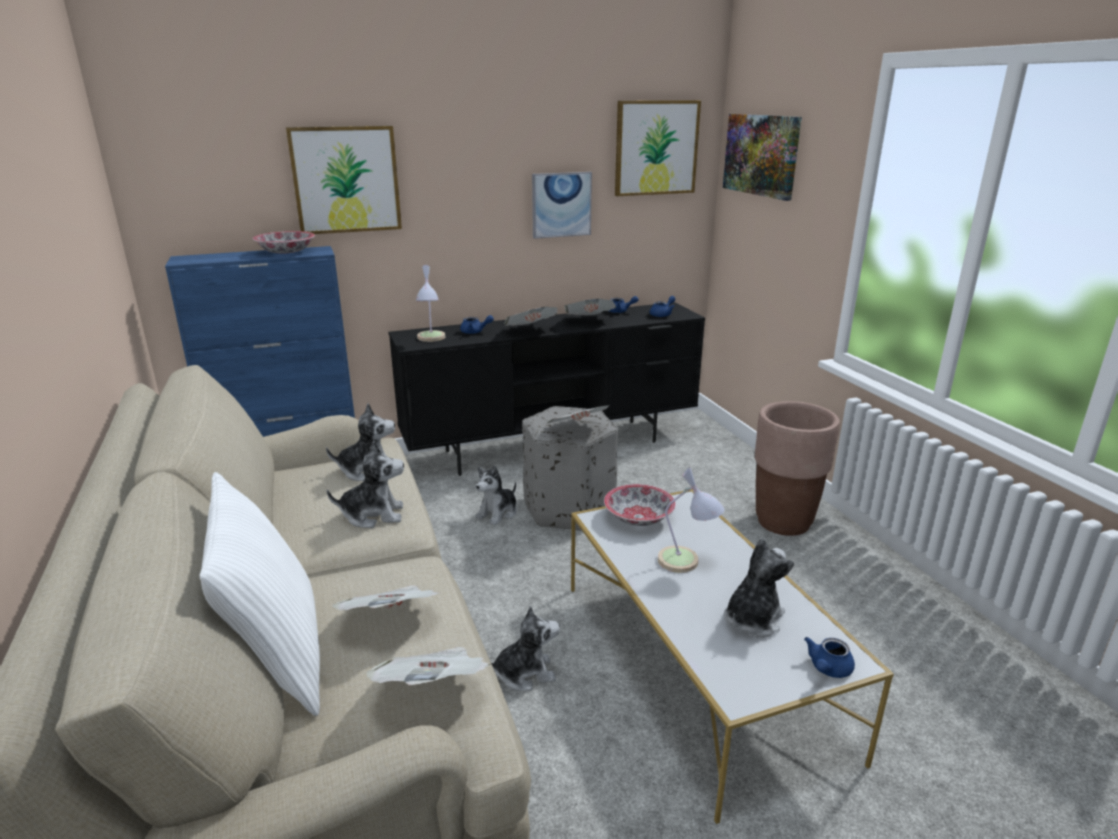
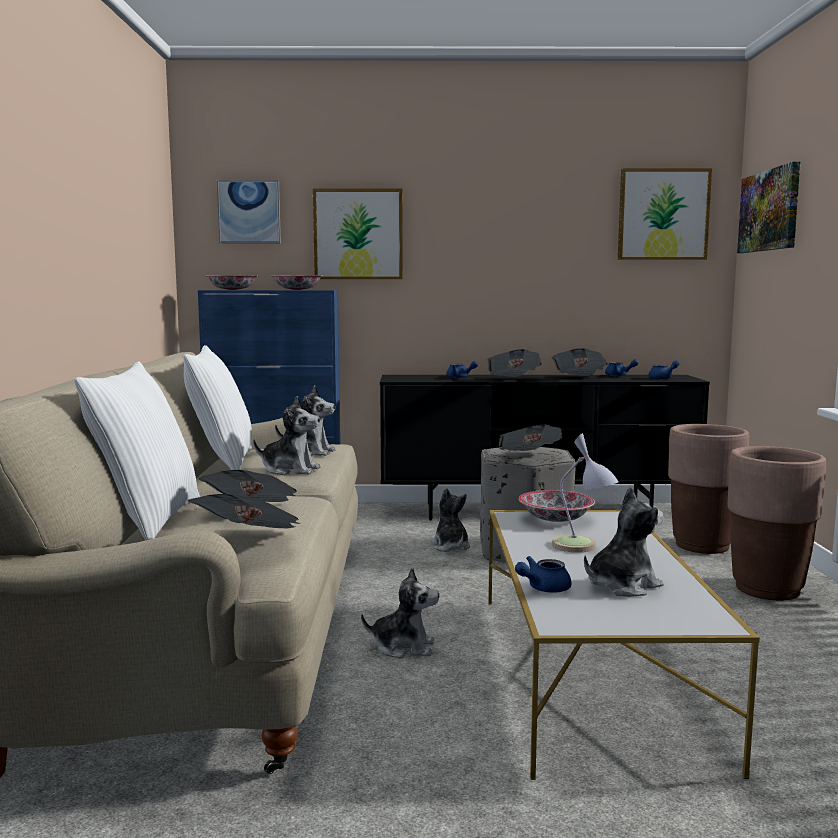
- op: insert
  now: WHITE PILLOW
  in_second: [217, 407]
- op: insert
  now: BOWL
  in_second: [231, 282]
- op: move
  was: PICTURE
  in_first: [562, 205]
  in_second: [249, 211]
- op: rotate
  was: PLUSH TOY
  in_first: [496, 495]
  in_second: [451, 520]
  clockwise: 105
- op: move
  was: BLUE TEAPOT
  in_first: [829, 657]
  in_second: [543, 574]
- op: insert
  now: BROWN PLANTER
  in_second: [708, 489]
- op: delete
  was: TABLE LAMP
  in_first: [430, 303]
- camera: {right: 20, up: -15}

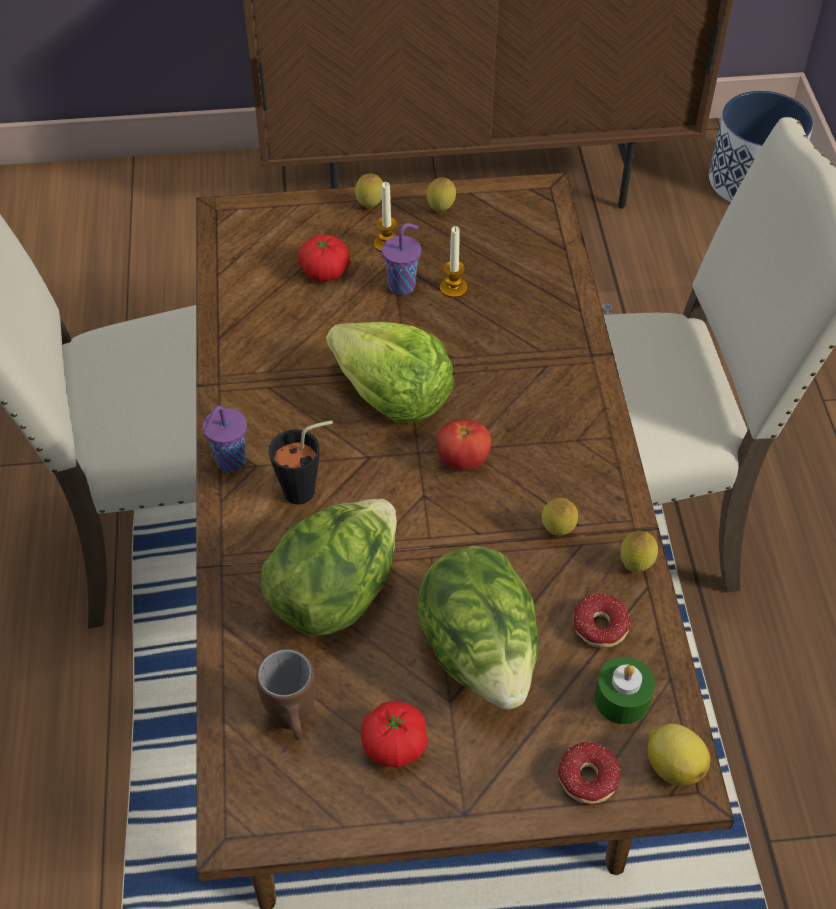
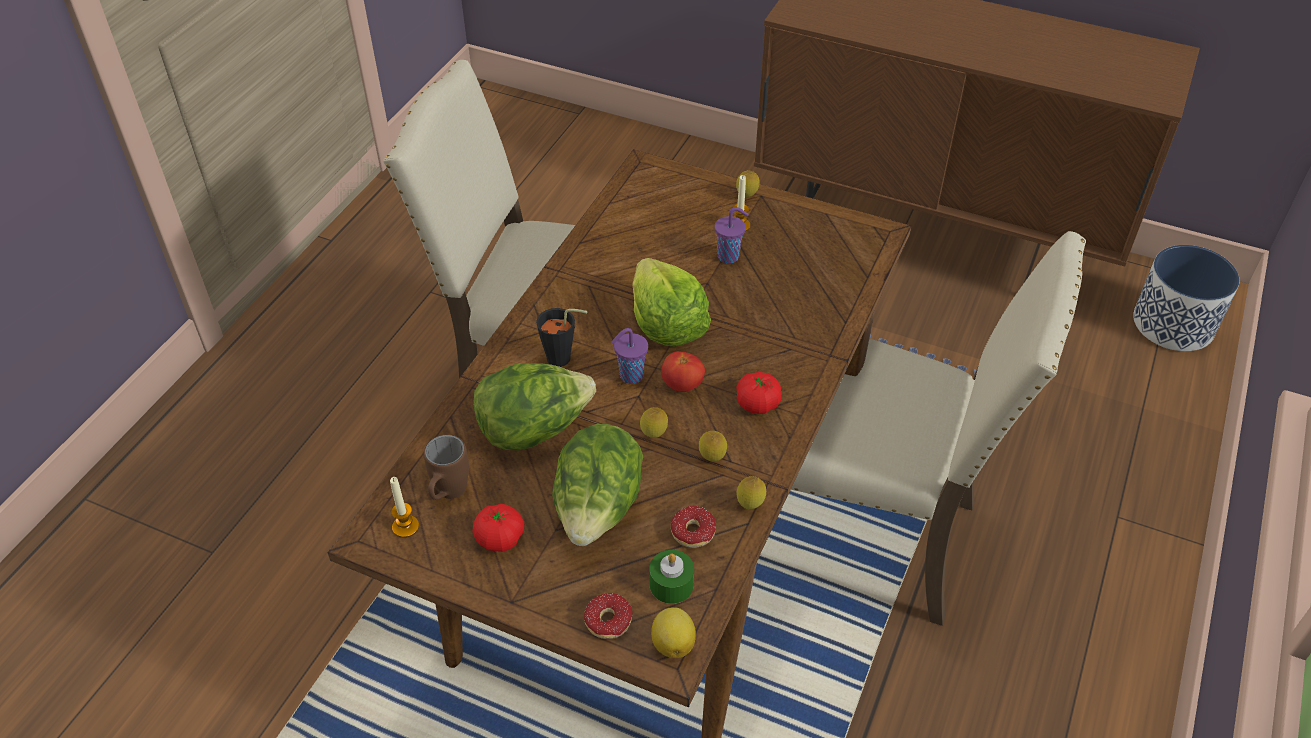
- op: move
  was: CANDLE
  in_first: [453, 262]
  in_second: [404, 507]
- op: move
  was: PURPLE CUP
  in_first: [224, 438]
  in_second: [629, 356]
- op: move
  was: LEMON
  in_first: [441, 194]
  in_second: [654, 422]
- op: move
  was: TOMATO
  in_first: [324, 258]
  in_second: [759, 393]
- camera: {right: 30, up: -5}

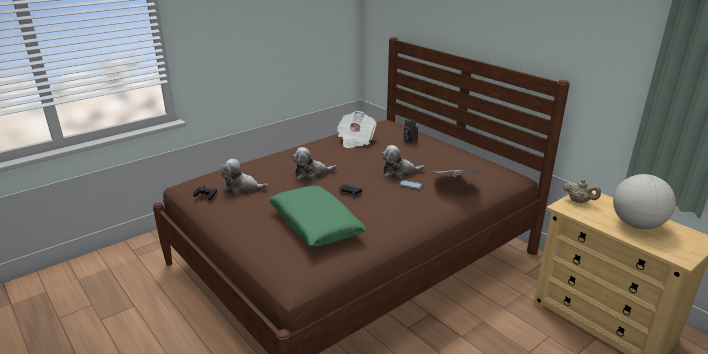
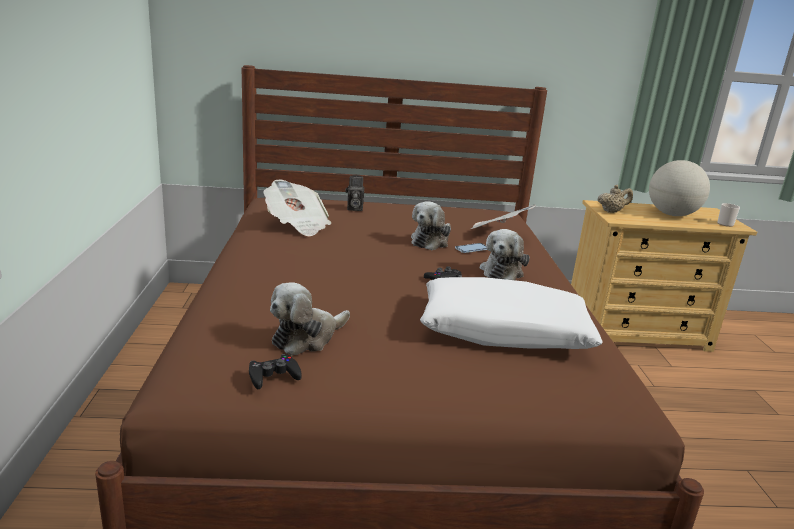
- op: recolor
  was: GREEN PILLOW
  now: WHITE PILLOW
  in_first: [318, 216]
  in_second: [511, 313]
- op: move
  was: PLUSH TOY
  in_first: [314, 163]
  in_second: [505, 254]
- op: insert
  now: MUG
  in_second: [728, 215]
- camera: {right: -55, up: -5}

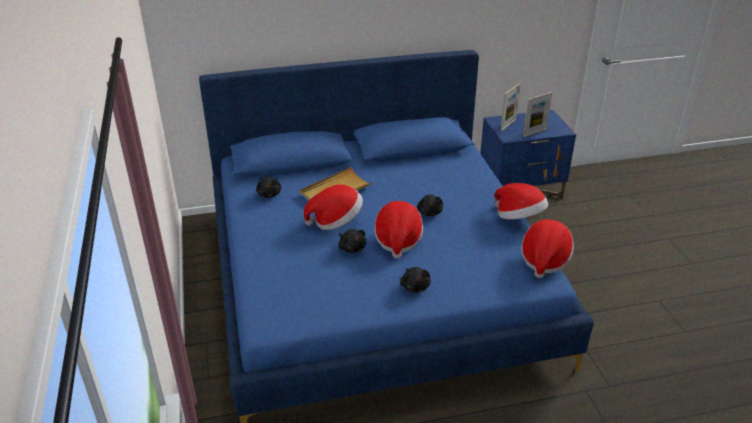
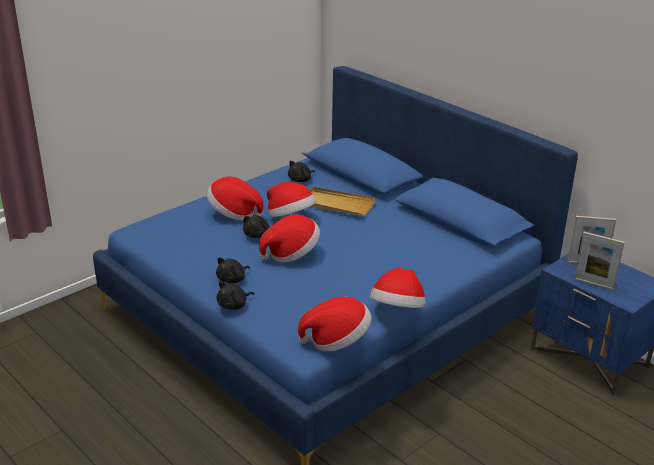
- op: insert
  now: HAT
  in_second: [235, 198]
- op: move
  was: BLACK PLUSH TOY
  in_first: [430, 205]
  in_second: [235, 296]
- camera: {right: 60, up: -5}

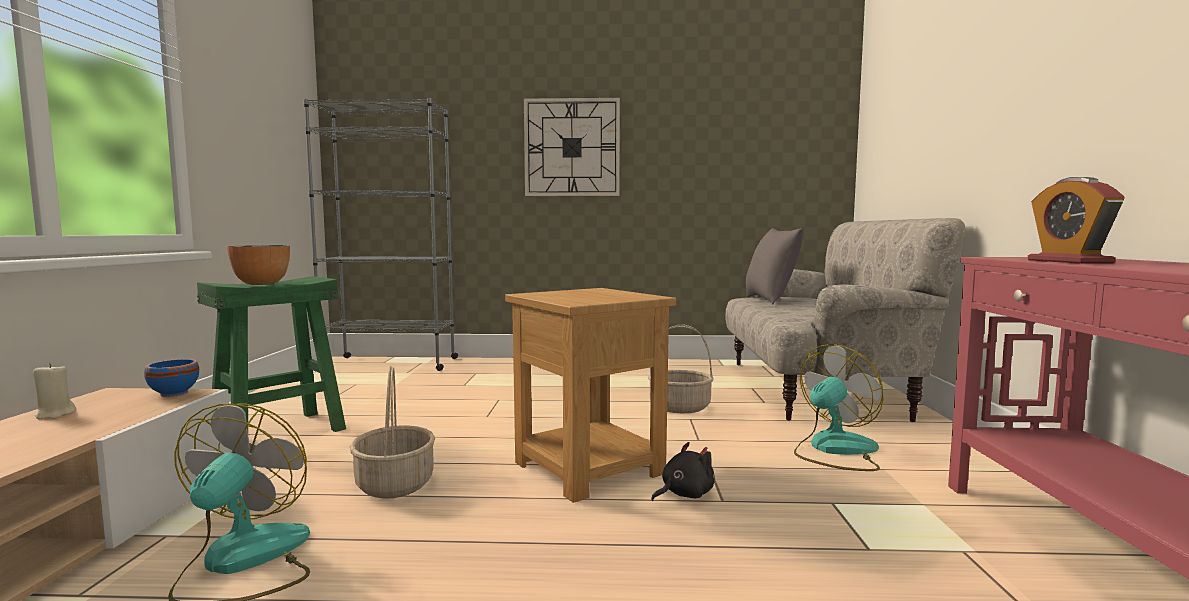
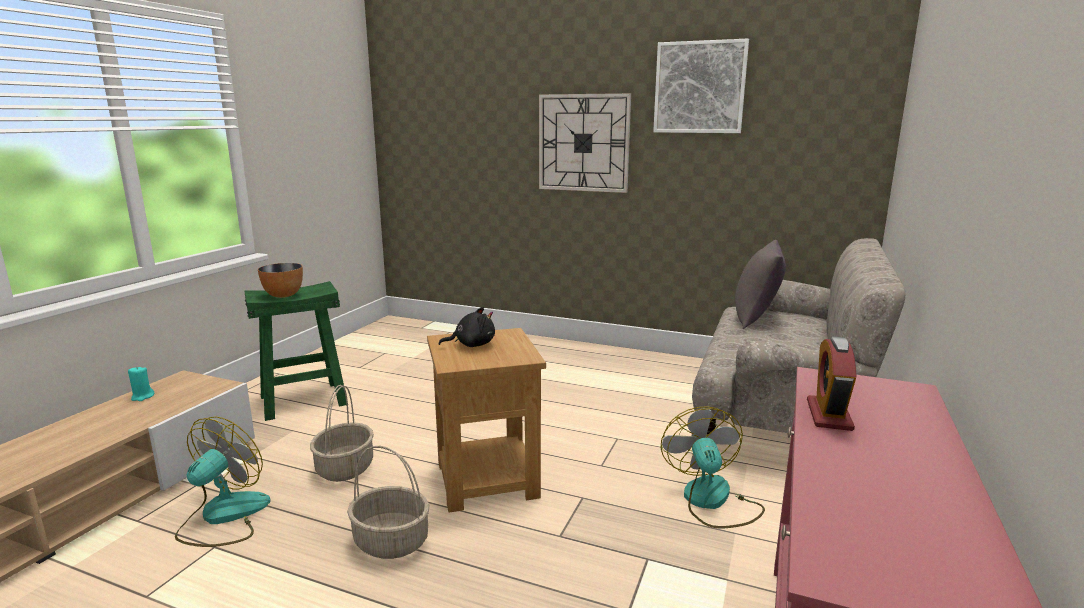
- op: recolor
  was: BEIGE CANDLE
  now: TURQUOISE CANDLE
  in_first: [54, 391]
  in_second: [141, 383]
- op: move
  was: BASKET
  in_first: [681, 369]
  in_second: [388, 502]
- op: move
  was: BLACK PLUSH TOY
  in_first: [683, 471]
  in_second: [467, 327]
- op: insert
  now: PICTURE
  in_second: [701, 86]
- op: rotate
  was: FAN
  in_first: [838, 407]
  in_second: [713, 467]
  clockwise: -75
- op: delete
  was: BLUE BOWL
  in_first: [171, 378]
- op: delete
  was: GREY BOOKCASE
  in_first: [381, 234]
- camera: {right: 20, up: 10}

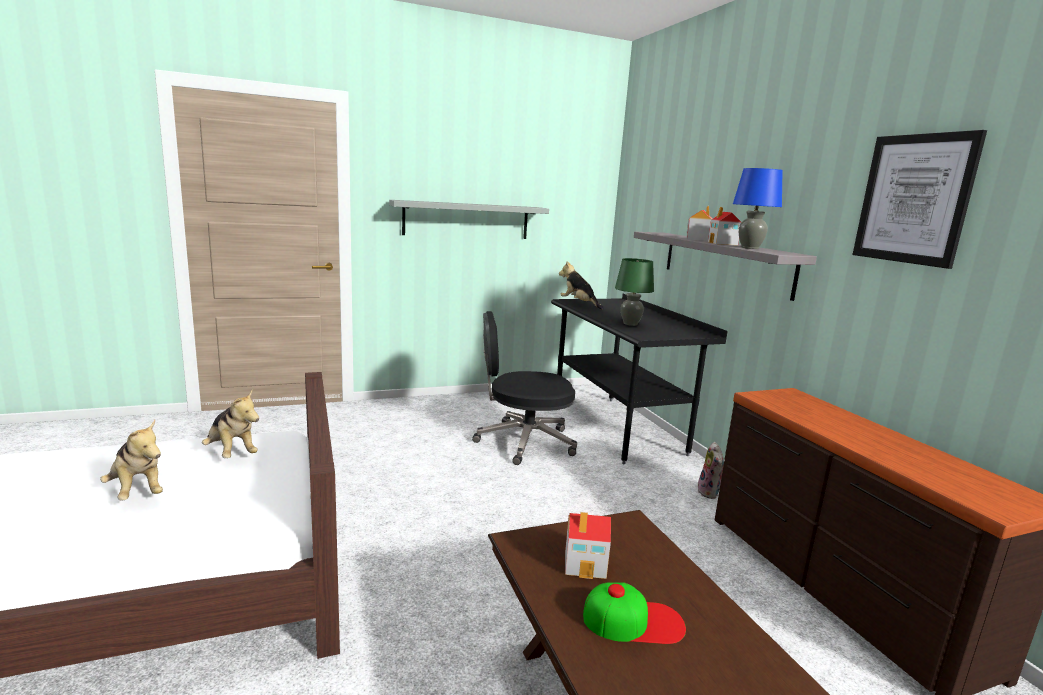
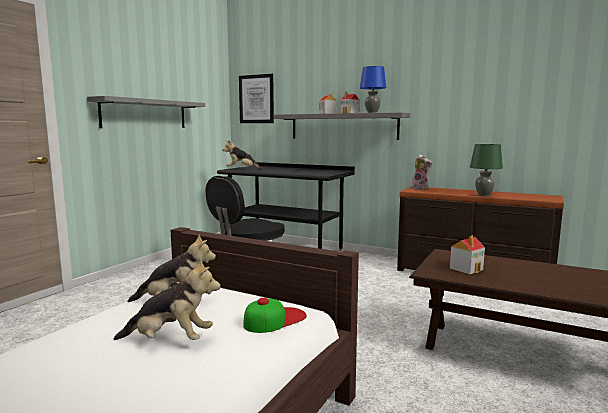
- op: move
  was: PICTURE
  in_first: [920, 199]
  in_second: [256, 98]
- op: move
  was: CAP
  in_first: [634, 613]
  in_second: [275, 315]
- op: move
  was: PLUSH TOY
  in_first: [711, 470]
  in_second: [422, 172]
- op: move
  was: GREEN TABLE LAMP
  in_first: [634, 292]
  in_second: [486, 170]
- camera: {right: -40, up: -5}

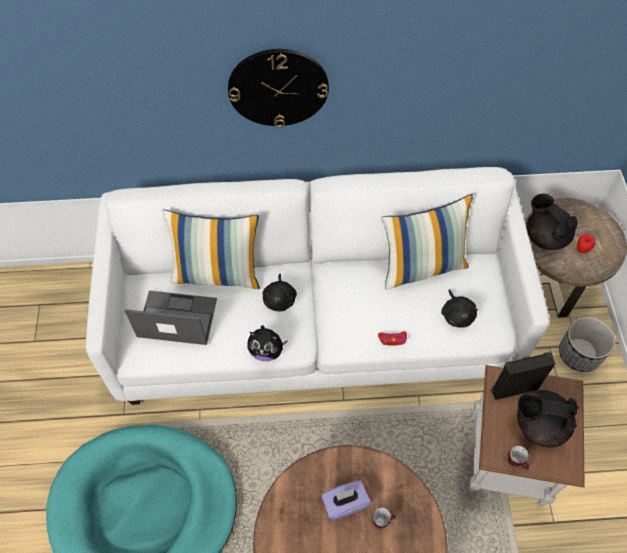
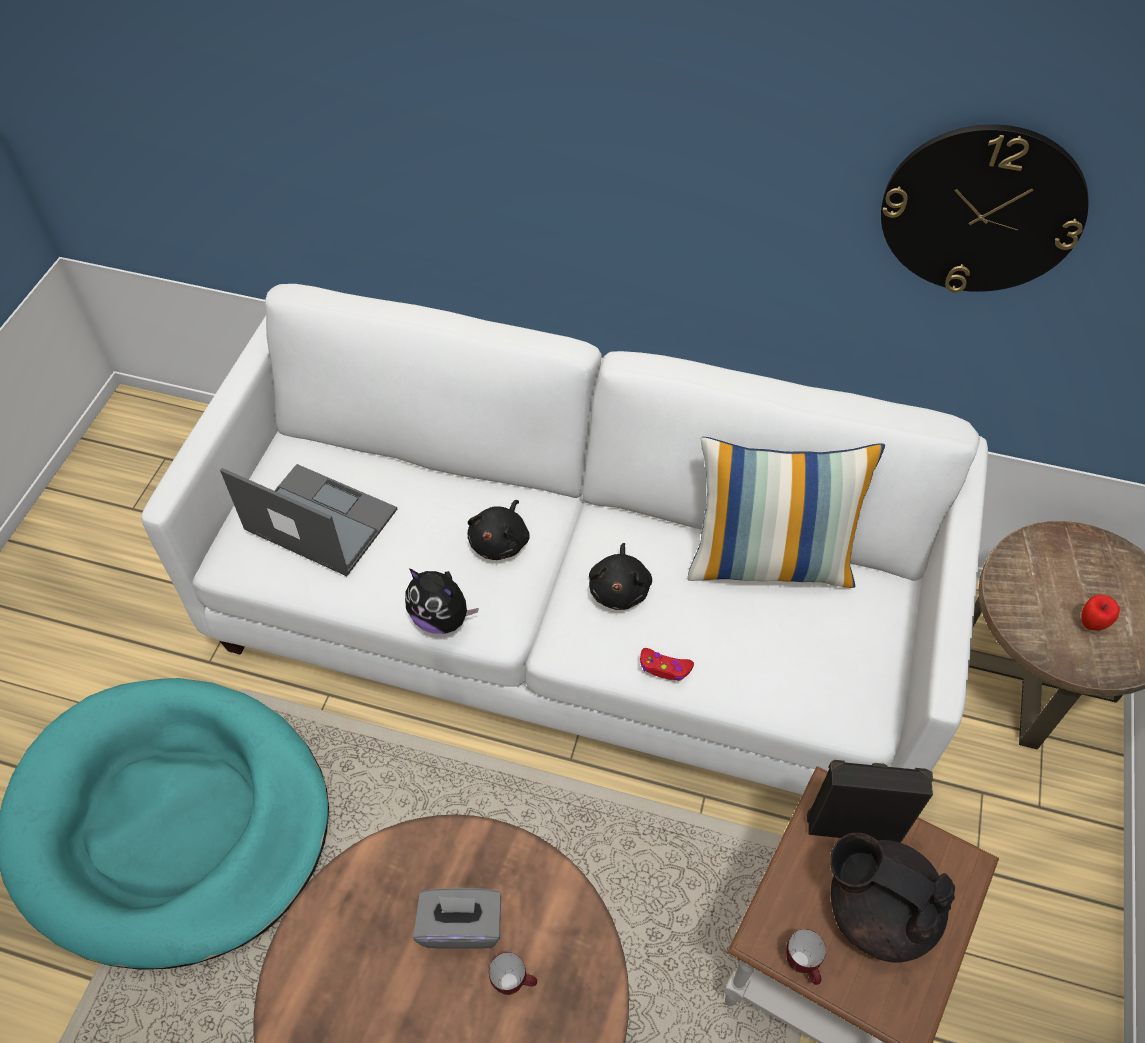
- op: recolor
  was: PURPLE TISSUE BOX
  now: GREY TISSUE BOX
  in_first: [346, 500]
  in_second: [457, 918]
- op: move
  was: BLACK PLUSH TOY
  in_first: [459, 308]
  in_second: [620, 576]
- op: move
  was: WALL CLOCK
  in_first: [278, 88]
  in_second: [984, 208]
- op: delete
  was: PILLOW
  in_first: [211, 249]
- op: delete
  was: BLACK TEAPOT
  in_first: [552, 221]
- op: delete
  was: PLANTER
  in_first: [587, 344]
- camera: {right: 20, up: -5}

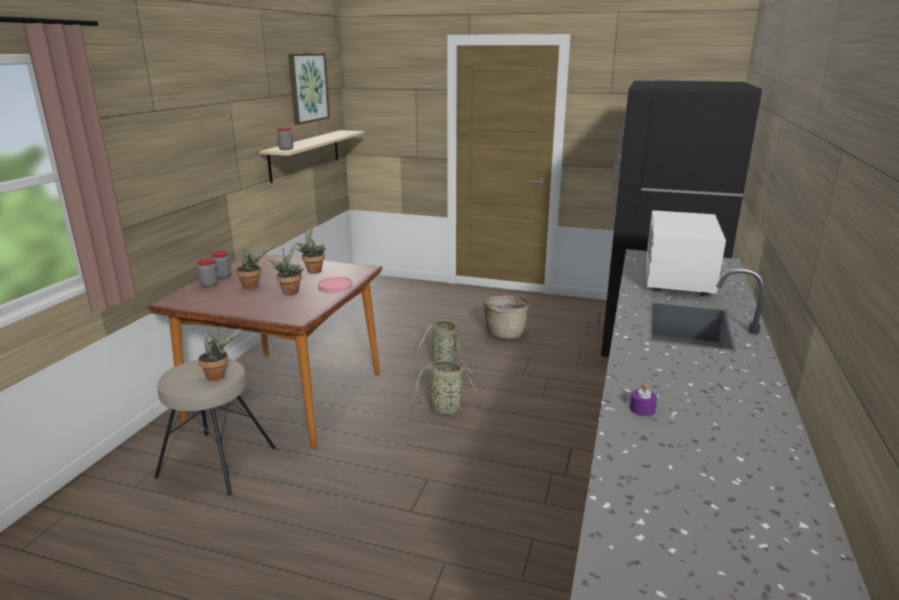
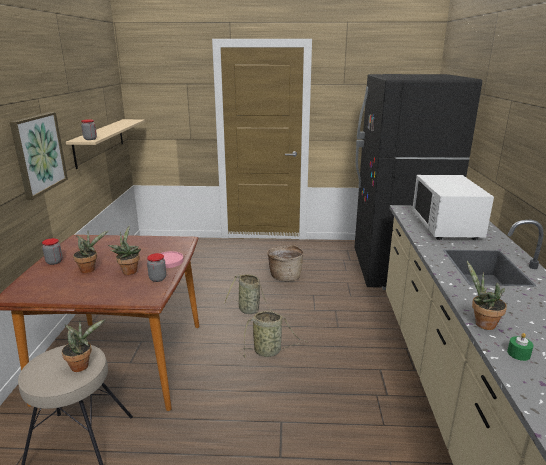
- op: move
  was: PICTURE
  in_first: [309, 89]
  in_second: [39, 156]
- op: move
  was: JAR
  in_first: [207, 272]
  in_second: [156, 267]
- op: move
  was: POTTED PLANT
  in_first: [311, 250]
  in_second: [487, 295]
- op: recolor
  was: PURPLE CANDLE
  now: GREEN CANDLE
  in_first: [643, 400]
  in_second: [520, 347]
- camera: {right: -15, up: 0}

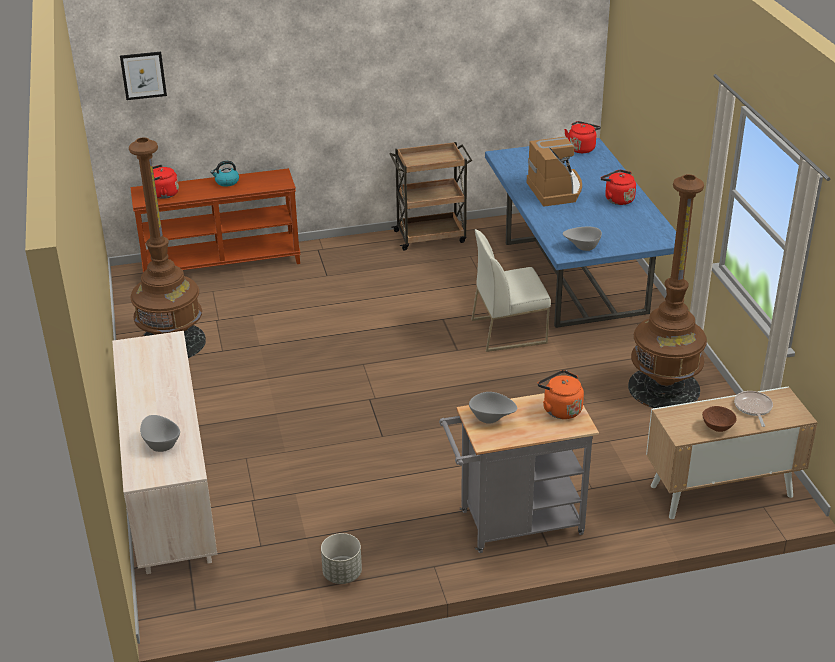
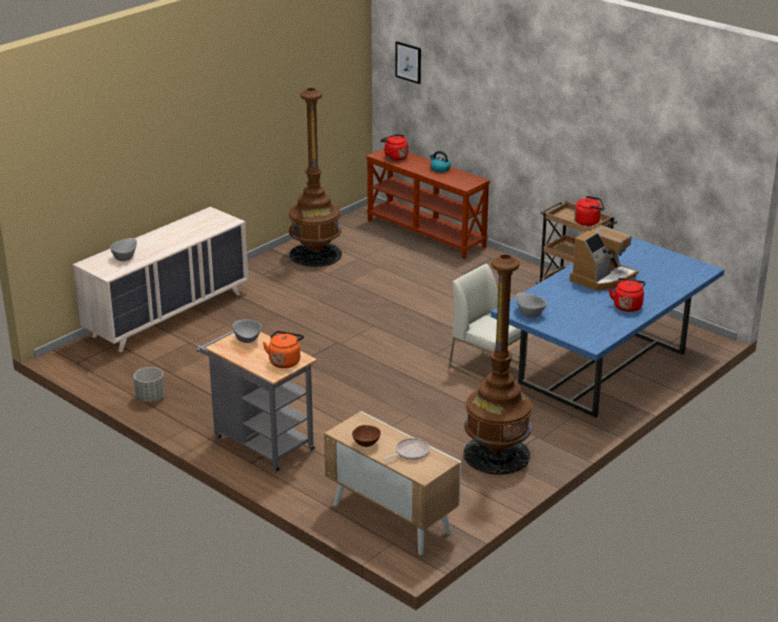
- op: move
  was: RED KETTLE
  in_first: [582, 137]
  in_second: [589, 211]
- camera: {right: 55, up: -5}

